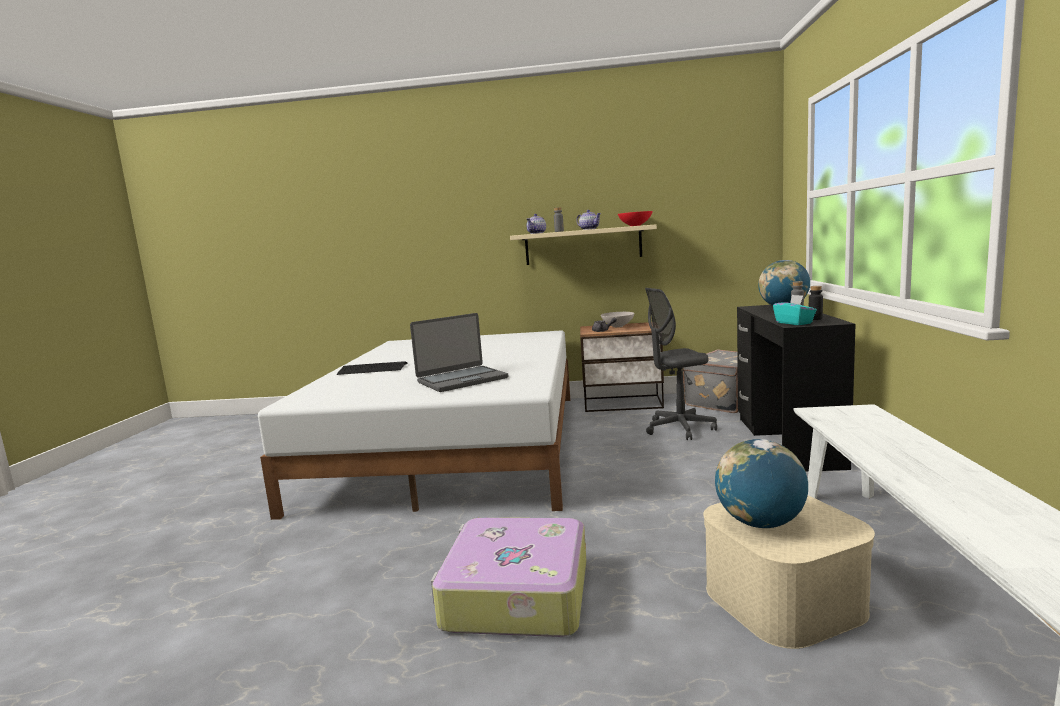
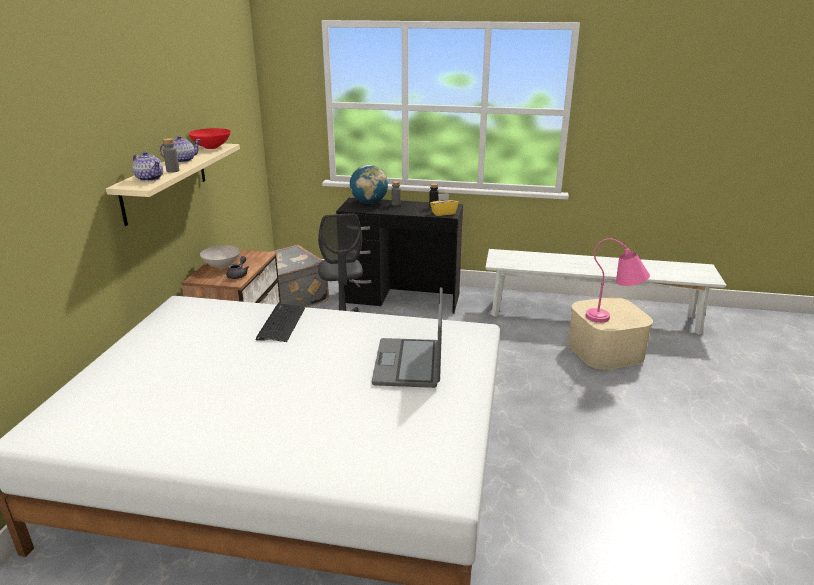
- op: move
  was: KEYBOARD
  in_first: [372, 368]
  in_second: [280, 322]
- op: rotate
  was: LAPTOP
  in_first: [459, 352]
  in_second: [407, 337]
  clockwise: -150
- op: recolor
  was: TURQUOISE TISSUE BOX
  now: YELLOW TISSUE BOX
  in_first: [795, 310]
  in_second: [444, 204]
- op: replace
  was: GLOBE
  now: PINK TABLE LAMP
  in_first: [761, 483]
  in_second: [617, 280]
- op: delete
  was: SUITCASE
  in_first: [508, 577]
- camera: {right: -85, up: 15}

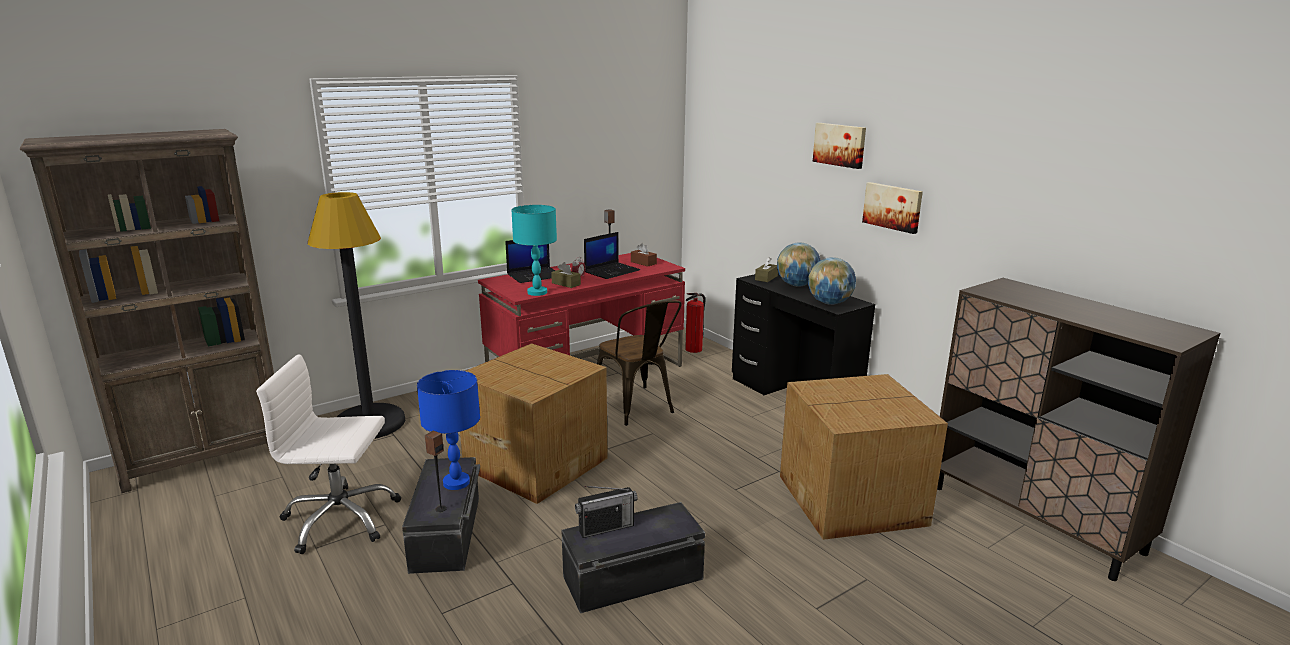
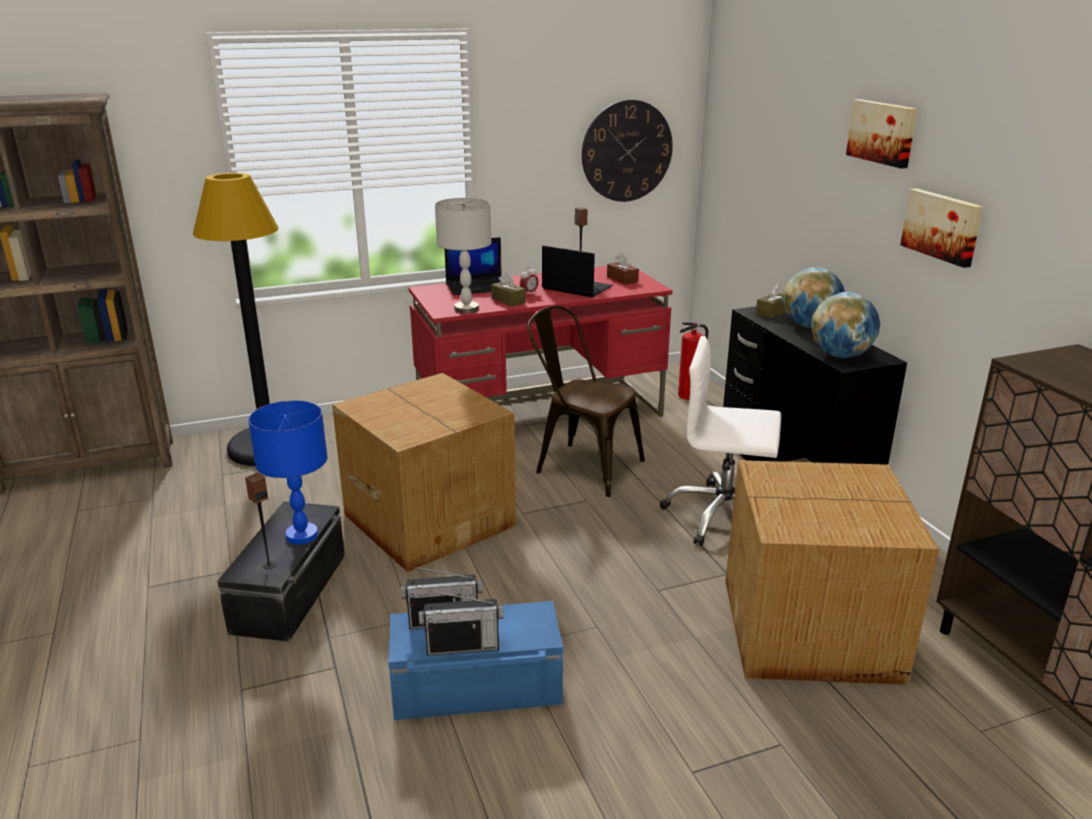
- op: recolor
  was: BLACK STORAGE BOX
  now: BLUE STORAGE BOX
  in_first: [633, 557]
  in_second: [475, 660]
- op: insert
  now: RADIO
  in_second: [461, 623]
- op: recolor
  was: TURQUOISE TABLE LAMP
  now: GREY TABLE LAMP
  in_first: [534, 250]
  in_second: [463, 255]
- op: rotate
  was: BROWN CHAIR
  in_first: [639, 363]
  in_second: [586, 401]
  clockwise: 135
- op: rotate
  was: LAPTOP
  in_first: [612, 255]
  in_second: [577, 271]
  clockwise: -120
- op: insert
  now: WALL CLOCK
  in_second: [627, 151]
- op: move
  was: WHITE OFFICE CHAIR
  in_first: [328, 454]
  in_second: [720, 441]
- camera: {right: 15, up: 5}

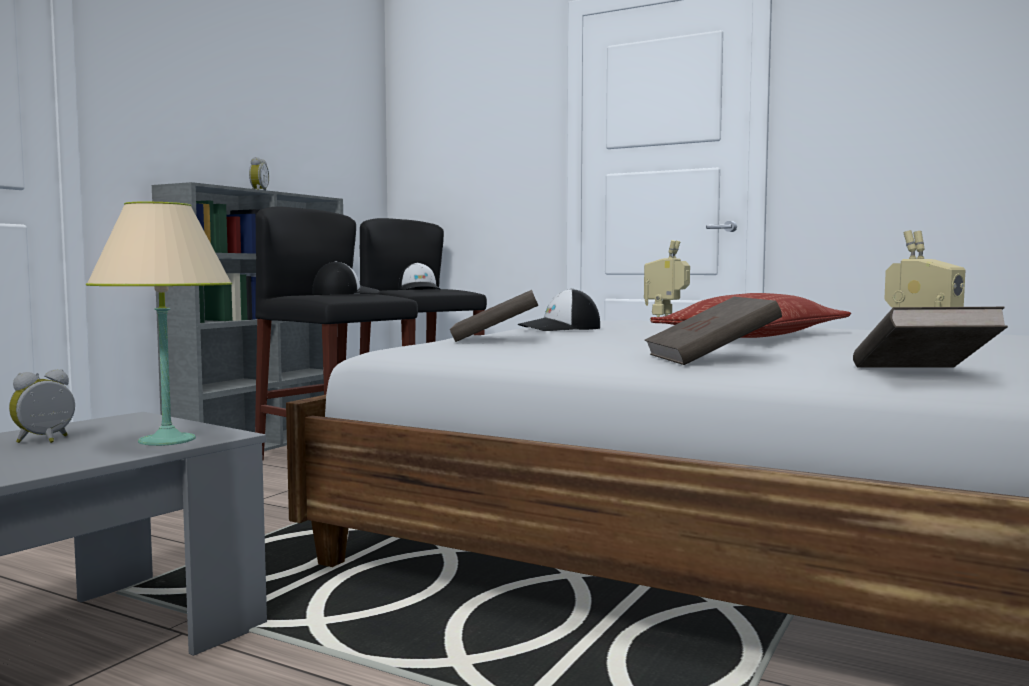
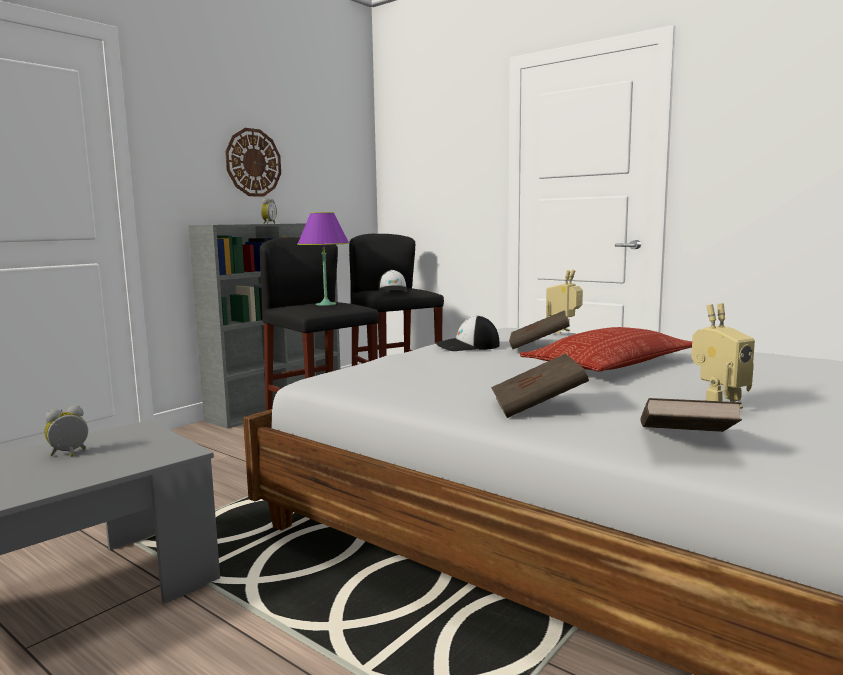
- op: insert
  now: WALL CLOCK
  in_second: [253, 162]
- op: replace
  was: CAP
  now: PURPLE TABLE LAMP
  in_first: [346, 278]
  in_second: [323, 259]
- op: move
  was: BROWN BOOK
  in_first: [494, 316]
  in_second: [539, 329]
- op: delete
  was: BEIGE TABLE LAMP
  in_first: [159, 323]
- camera: {right: 10, up: 5}

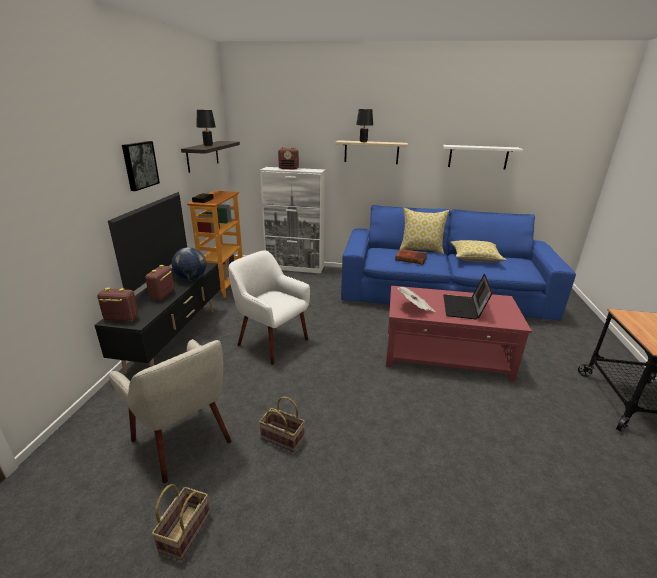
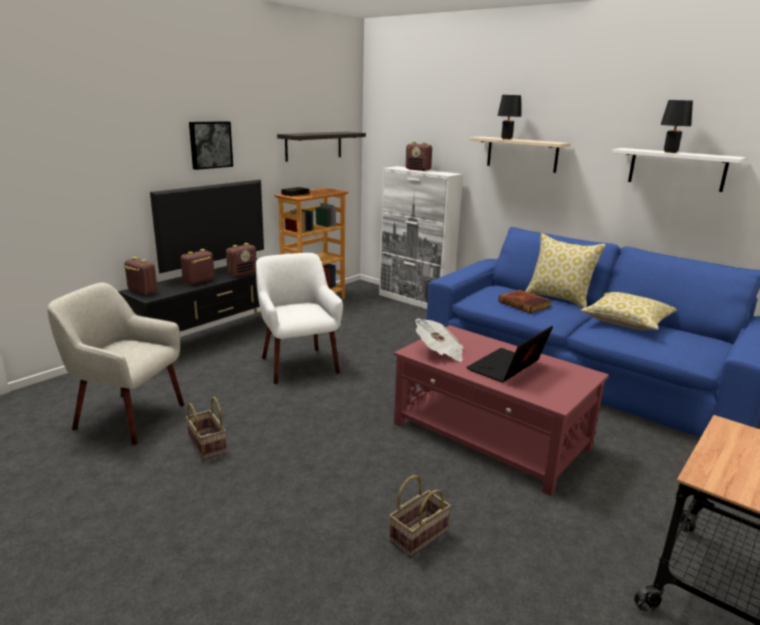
- op: rotate
  was: BEIGE ARMCHAIR
  in_first: [170, 411]
  in_second: [115, 364]
  clockwise: 120
- op: replace
  was: GLOBE
  now: RADIO
  in_first: [189, 263]
  in_second: [241, 260]
- op: move
  was: BASKET
  in_first: [181, 522]
  in_second: [420, 516]
- op: move
  was: BLACK TABLE LAMP
  in_first: [206, 128]
  in_second: [677, 126]
- camera: {right: 30, up: -5}

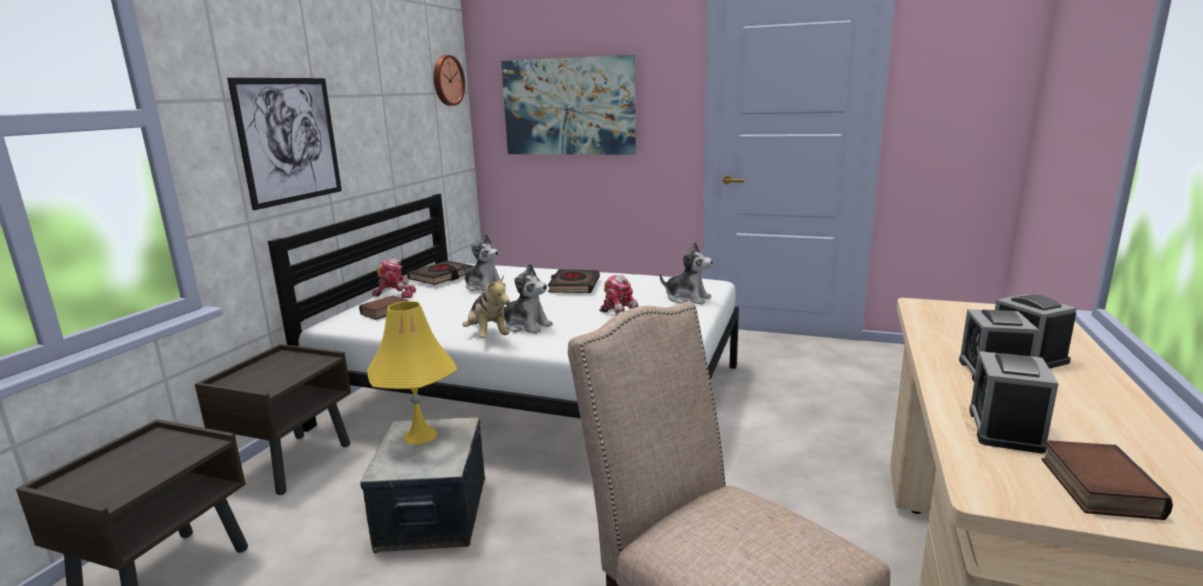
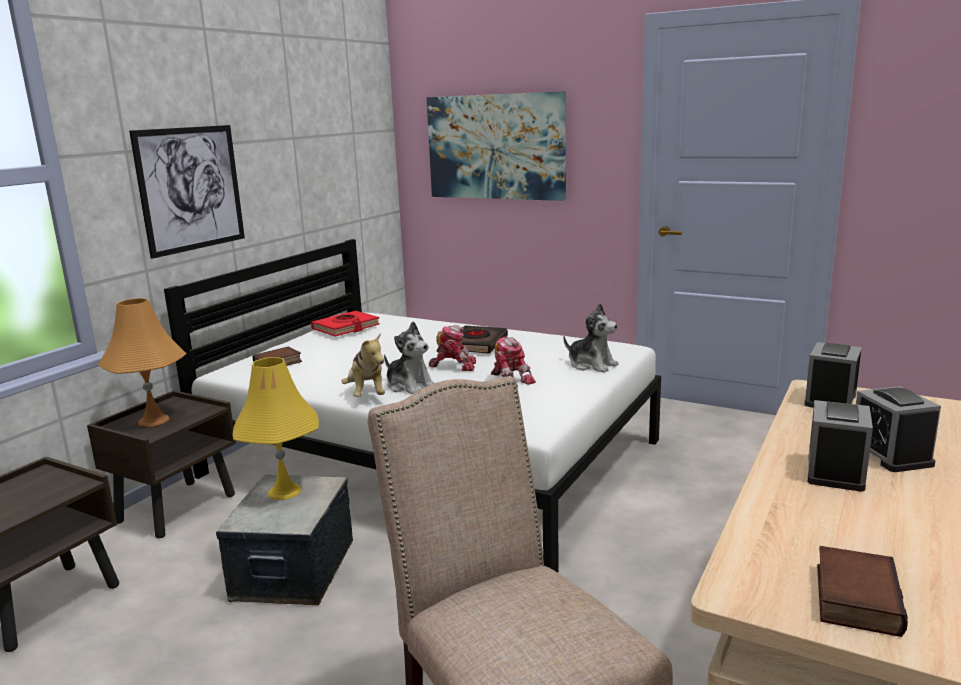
- op: insert
  now: ORANGE TABLE LAMP
  in_second: [142, 362]
- op: recolor
  was: BLACK BOOK
  now: RED BOOK
  in_first: [440, 273]
  in_second: [345, 324]
- op: move
  was: TOY ROBOT
  in_first: [394, 278]
  in_second: [452, 348]
- op: move
  was: ALARM CLOCK
  in_first: [1014, 402]
  in_second: [833, 375]
- op: delete
  was: WALL CLOCK
  in_first: [449, 80]
- op: delete
  was: PLUSH TOY
  in_first: [484, 262]
- camera: {right: 10, up: 0}

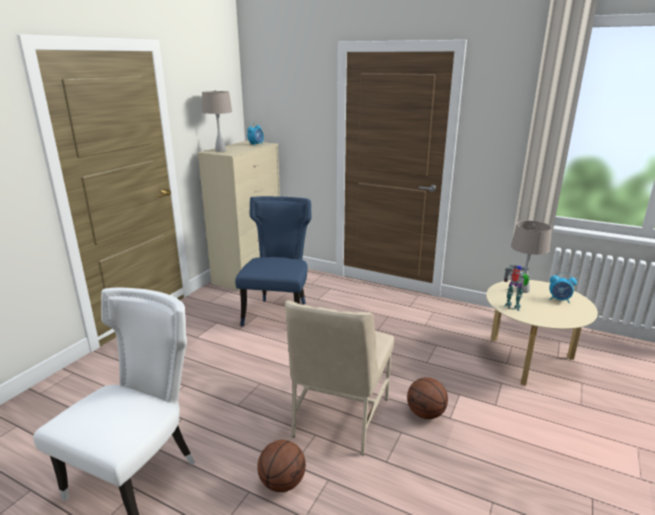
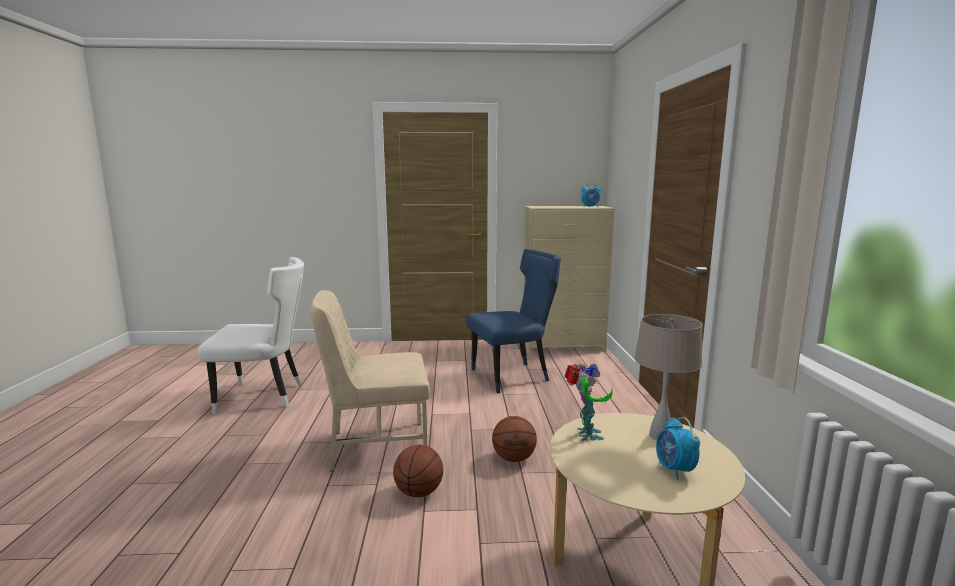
- op: move
  was: BASKETBALL
  in_first: [281, 466]
  in_second: [514, 439]
- op: delete
  was: BEIGE TABLE LAMP
  in_first: [217, 121]
- camera: {right: 60, up: -10}

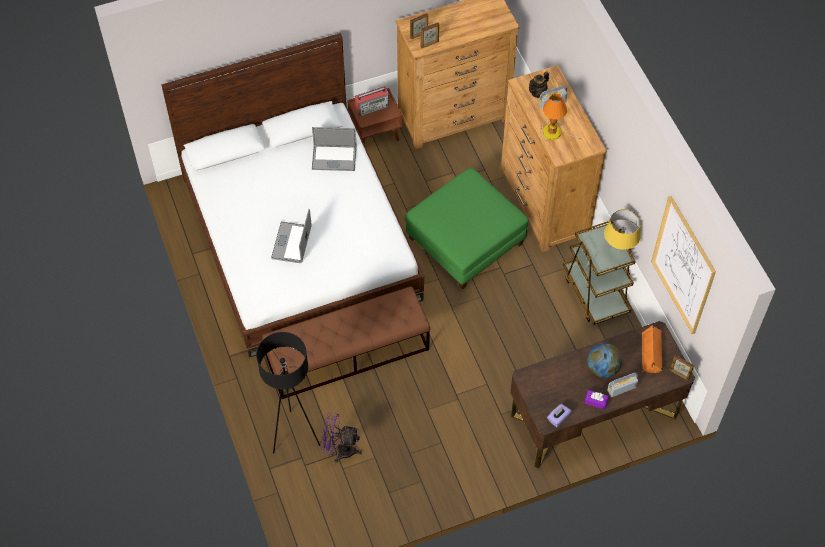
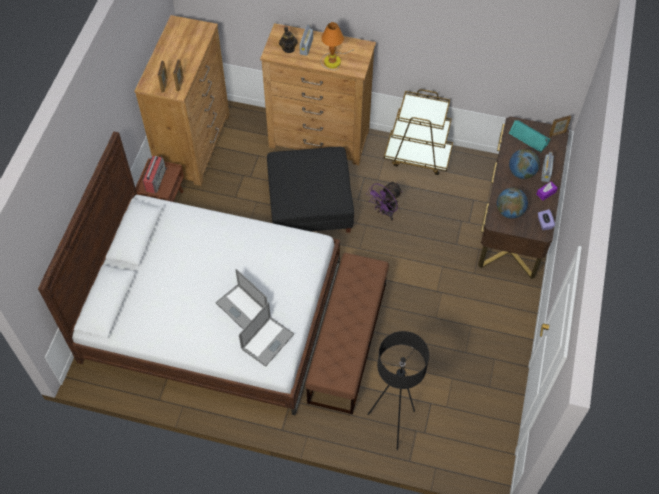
- op: move
  was: LAPTOP
  in_first: [334, 149]
  in_second: [266, 334]
- op: recolor
  was: GREEN OTTOMAN
  now: BLACK OTTOMAN
  in_first: [467, 228]
  in_second: [310, 190]
- op: move
  was: PURPLE FAN
  in_first: [341, 438]
  in_second: [385, 201]
- op: insert
  now: GLOBE
  in_second: [512, 203]
- op: recolor
  was: ORANGE SPEAKER
  now: TURQUOISE SPEAKER
  in_first: [652, 349]
  in_second: [530, 136]
- op: delete
  was: YELLOW TABLE LAMP
  in_first: [622, 231]
- op: delete
  was: PICTURE
  in_first: [683, 265]
- camera: {right: -55, up: 0}

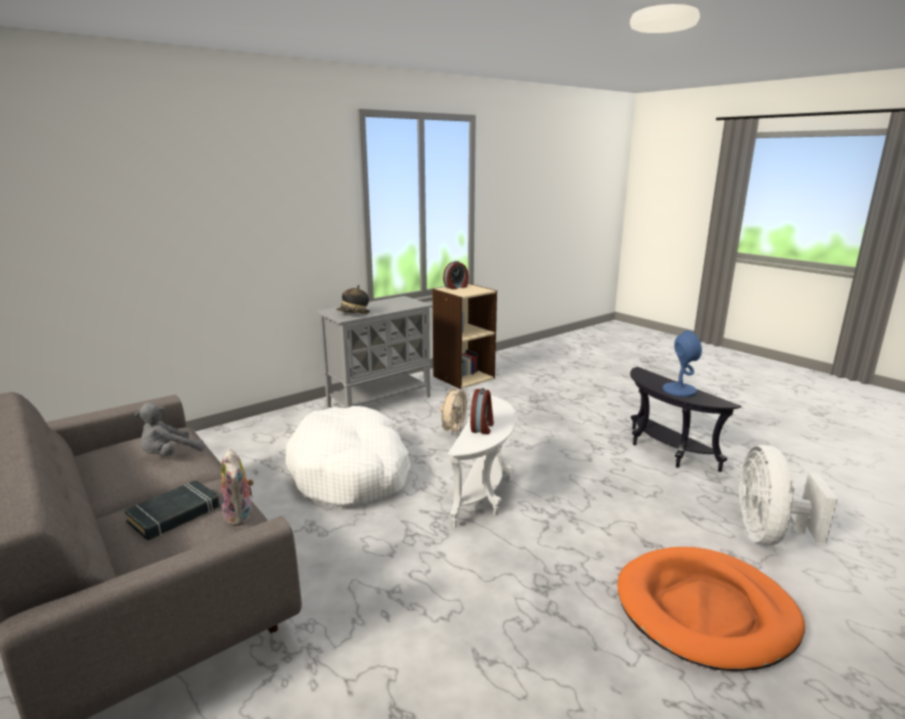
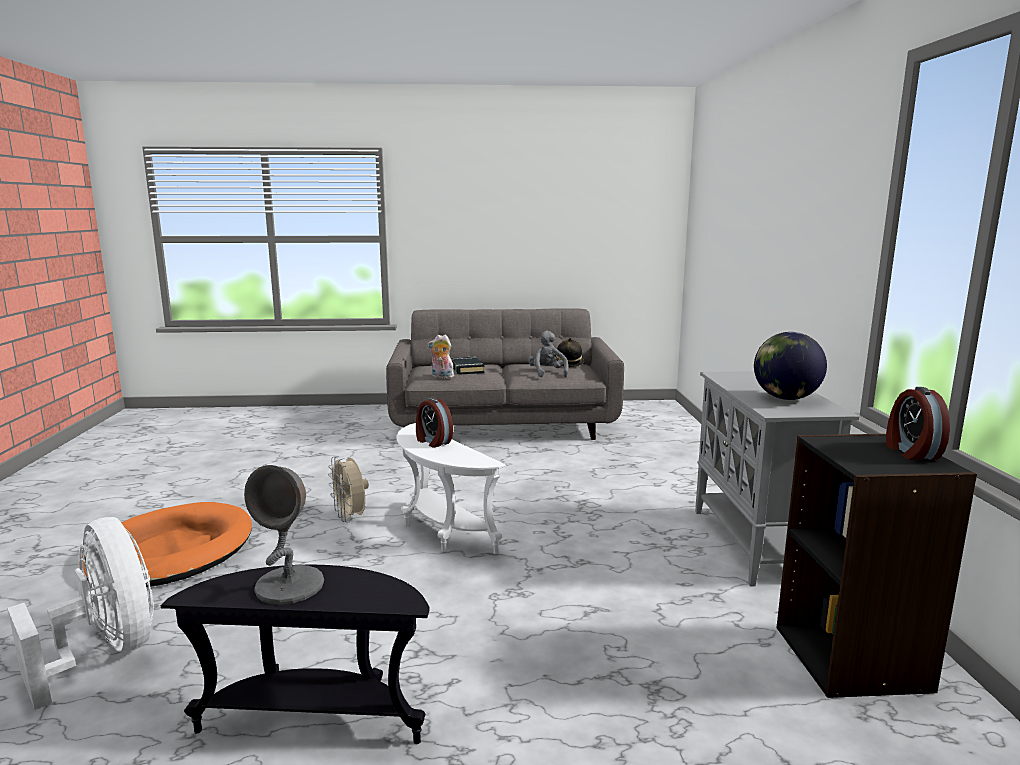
- op: recolor
  was: BLUE TABLE LAMP
  now: GREY TABLE LAMP
  in_first: [682, 363]
  in_second: [284, 535]
- op: move
  was: BEIGE FAN
  in_first: [455, 411]
  in_second: [348, 489]
- op: move
  was: HAT
  in_first: [353, 299]
  in_second: [569, 352]
- op: insert
  now: GLOBE
  in_second: [790, 366]
- op: recolor
  was: BEIGE BOOKCASE
  now: BLACK BOOKCASE
  in_first: [464, 336]
  in_second: [876, 566]
- op: delete
  was: WHITE DOG BED
  in_first: [348, 456]
- camera: {right: 125, up: -5}

